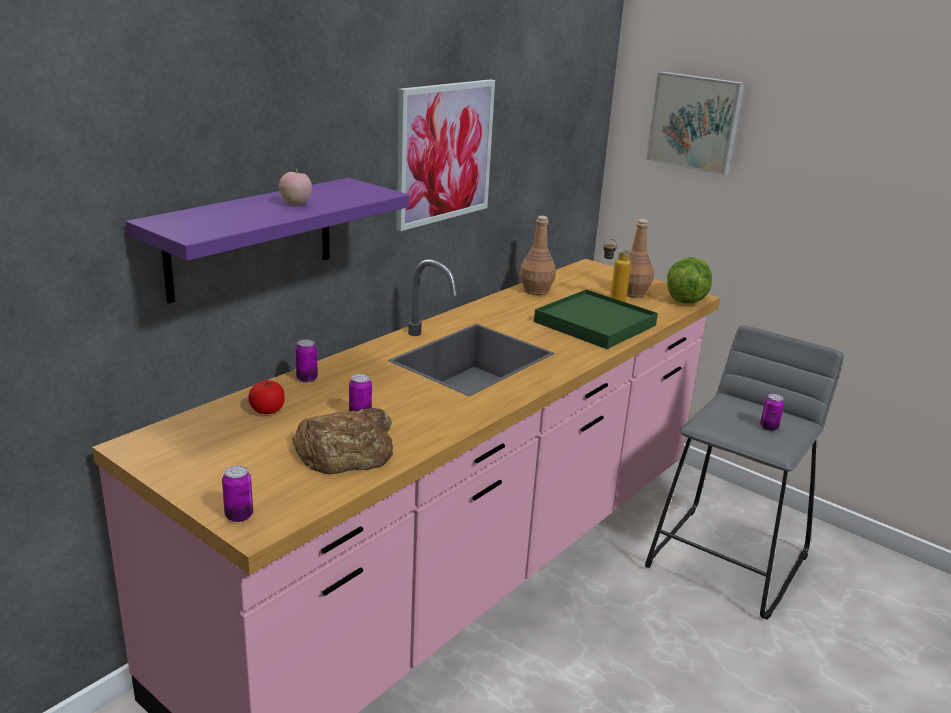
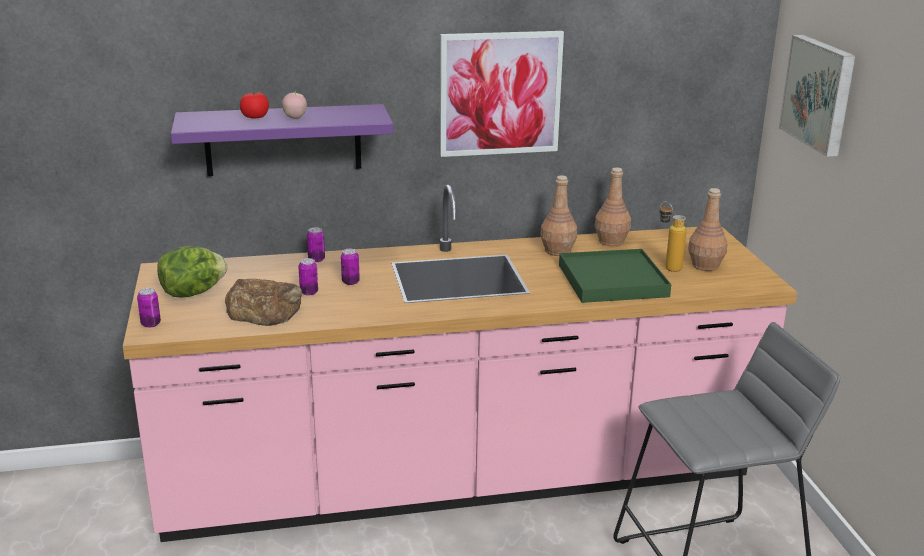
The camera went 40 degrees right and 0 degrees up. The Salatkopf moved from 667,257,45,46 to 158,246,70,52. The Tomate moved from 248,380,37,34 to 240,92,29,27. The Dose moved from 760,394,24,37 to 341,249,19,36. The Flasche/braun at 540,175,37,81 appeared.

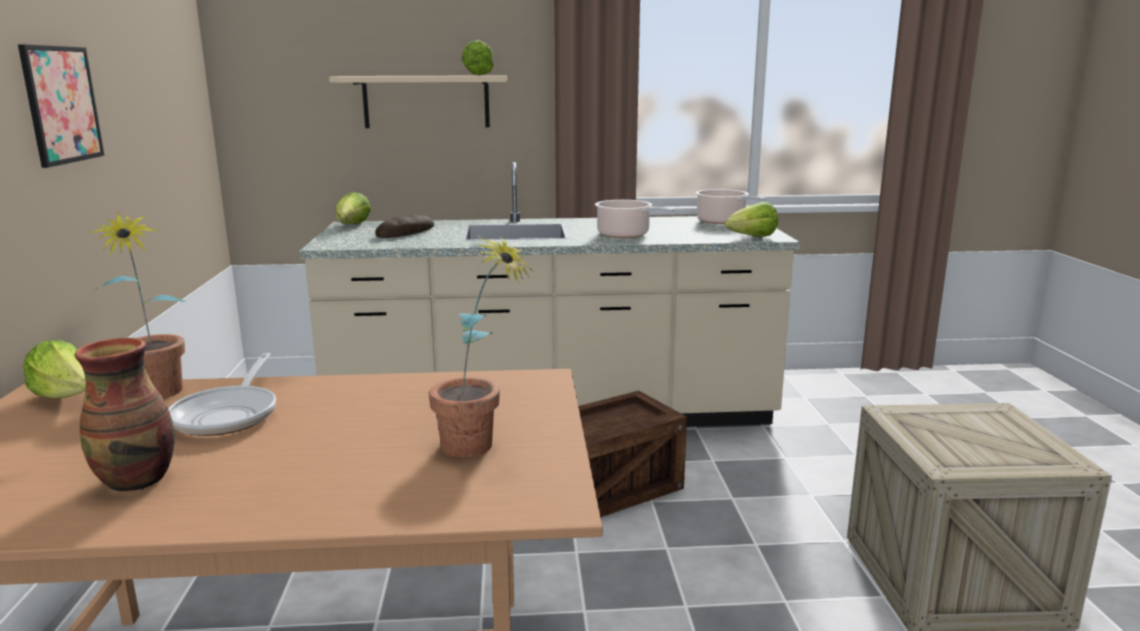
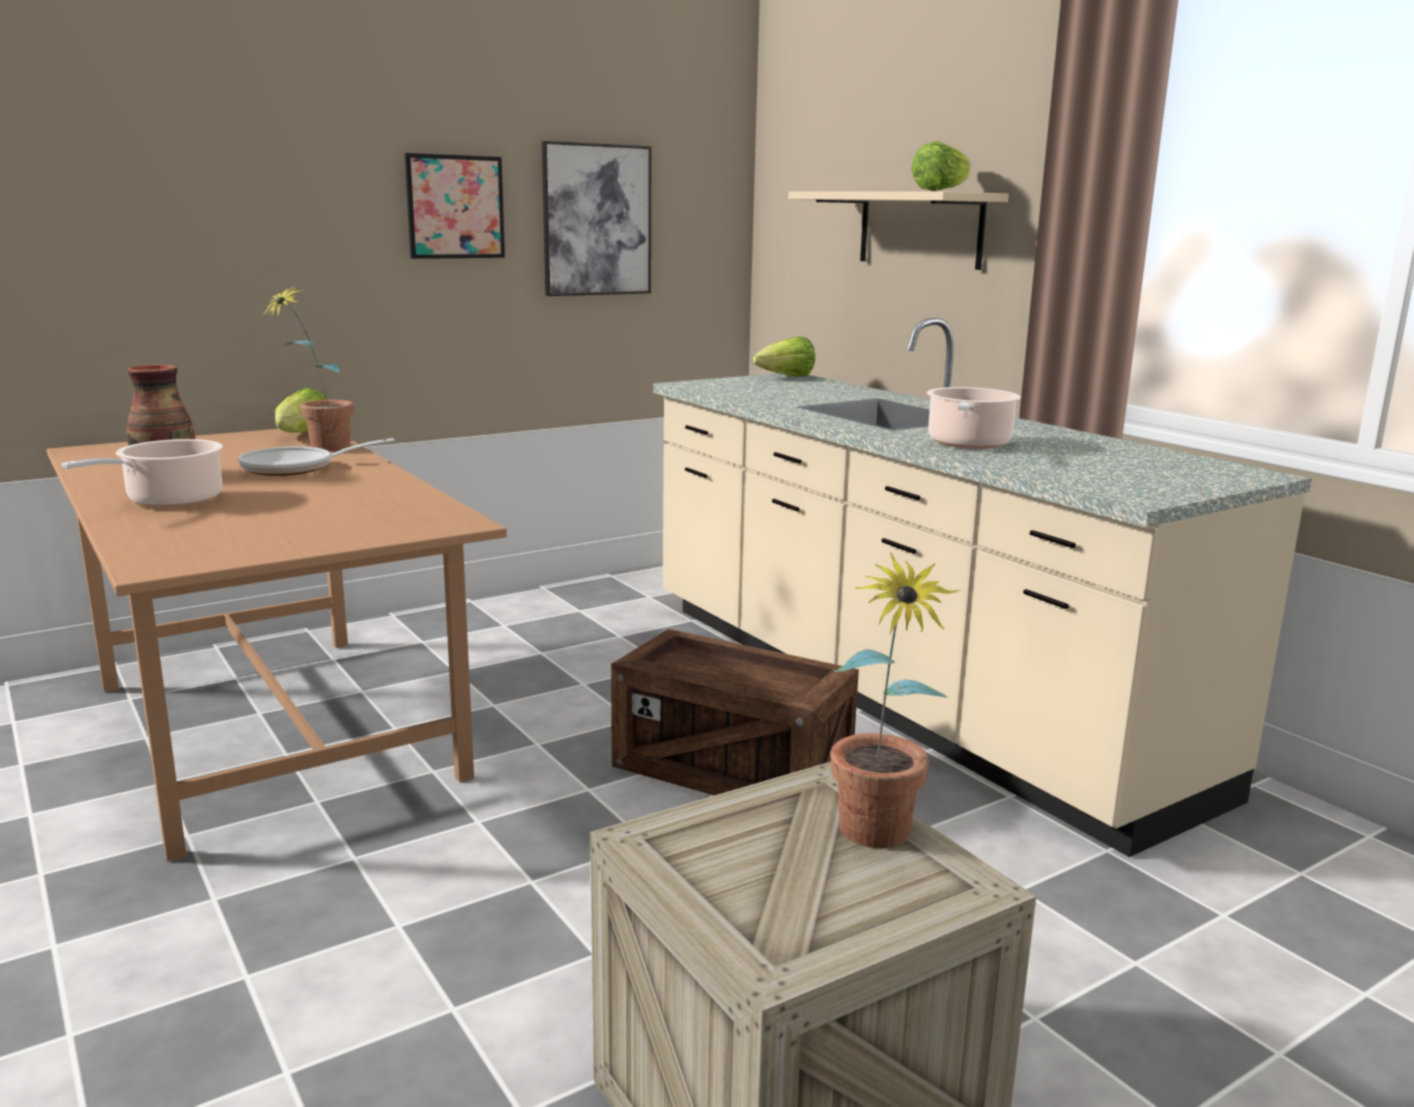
The camera went 60 degrees right and 0 degrees up. The Kochtopf moved from 695,189,72,35 to 61,439,162,68. The Salatkopf at 725,202,53,35 disappeared. The Brot at 375,215,59,23 disappeared. The Topfpflanze moved from 429,235,107,222 to 830,552,131,296. The Bild at 542,141,110,155 appeared.

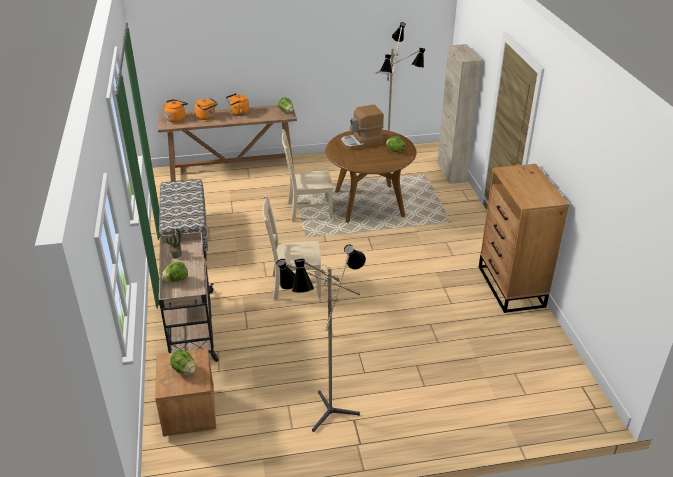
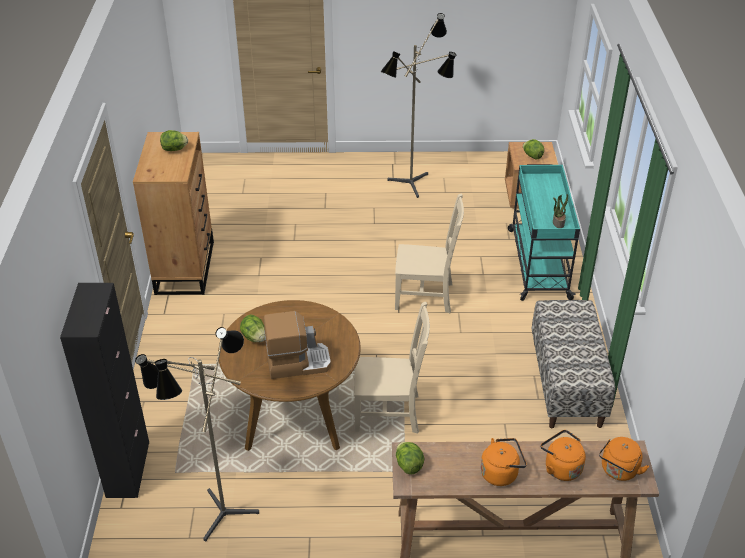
The camera went 170 degrees left and 5 degrees up. The Schrank/beige at 437,44,45,140 became the Schrank/schwarz at 60,283,89,215. The Rollwagen/beige at 159,232,60,130 became the Rollwagen/türkis at 508,164,72,137. The Salatkopf moved from 161,262,27,20 to 160,130,28,21.

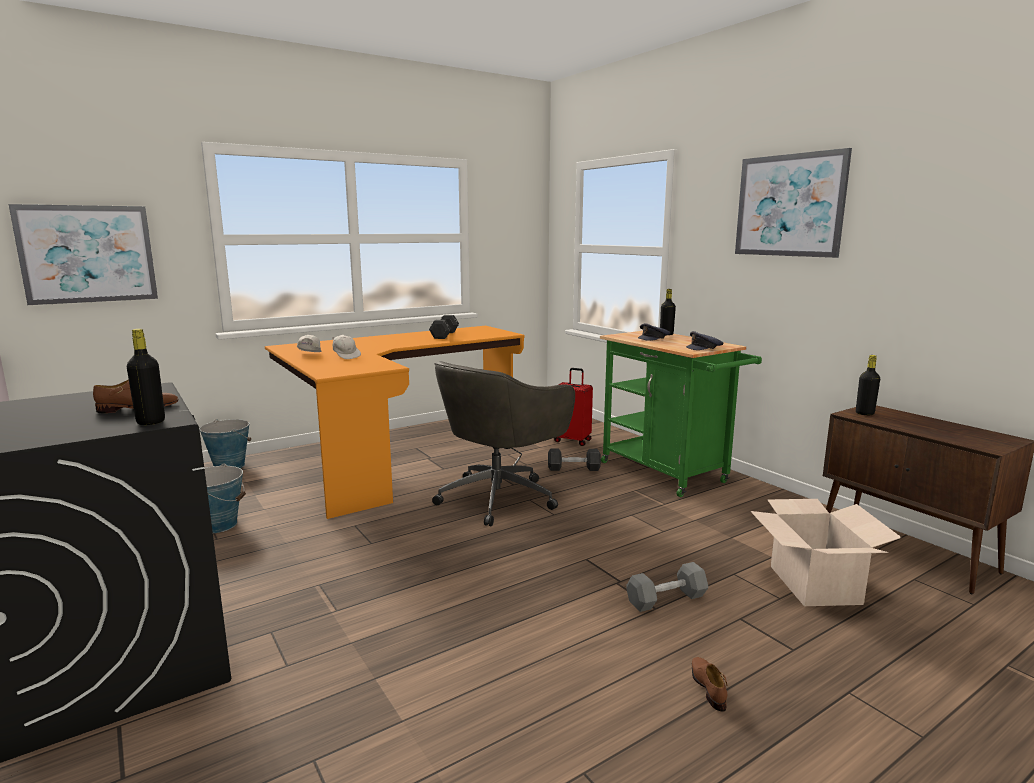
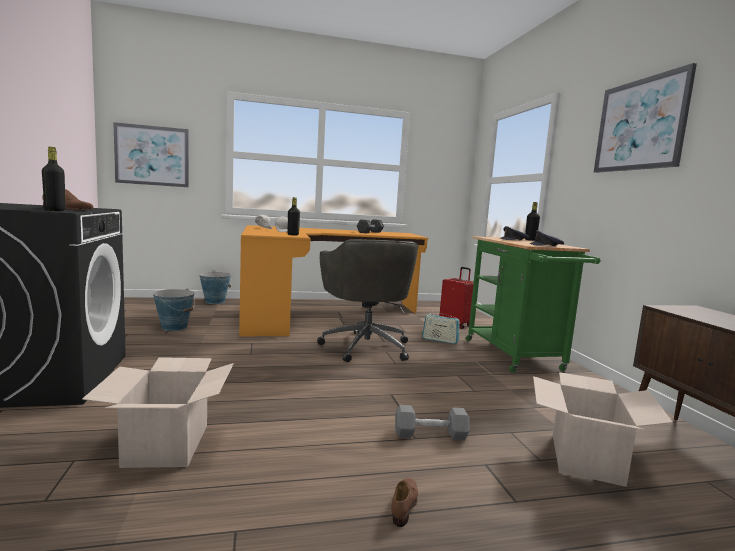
The camera went 20 degrees right and 5 degrees down. The Flasche/schwarz moved from 856,355,24,60 to 288,197,12,38. The Bürostuhl/grau at 432,361,143,165 turned 75 degrees counterclockwise. The Hantel/schwarz at 548,449,53,22 was replaced by the Radio at 422,310,38,34. The Karton at 82,357,152,111 appeared.

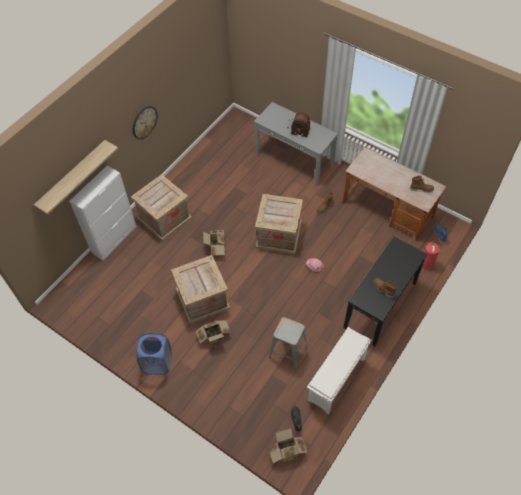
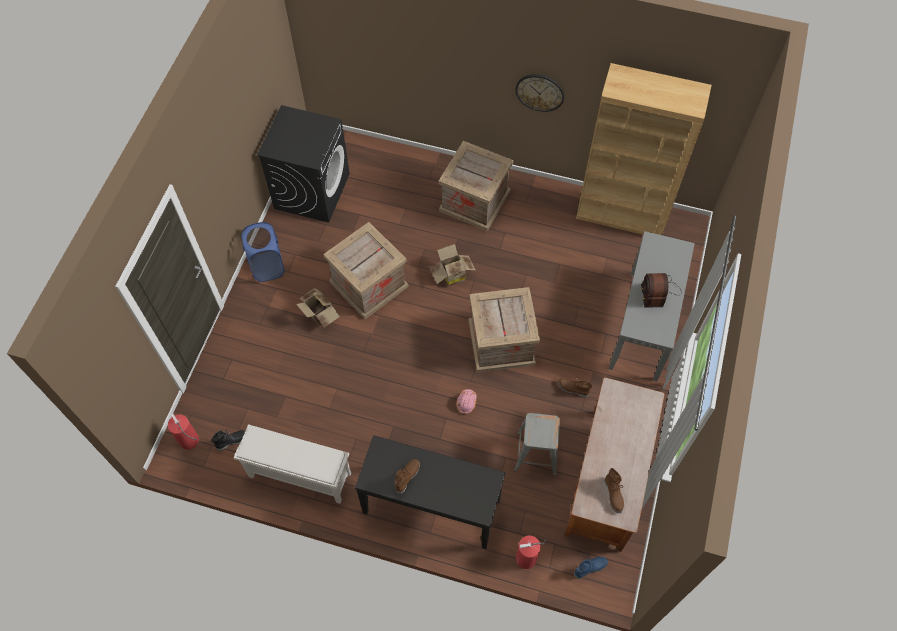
The camera went 70 degrees right and 5 degrees up. The Wandregal at 34,140,84,75 disappeared. The Schrank/weiß at 69,165,68,96 disappeared. The Hocker/grau moved from 269,317,39,52 to 514,413,46,63. The Karton at 268,428,40,35 was replaced by the Feuerlöscher at 168,413,31,37. The Bücherregal/braun at 576,63,136,172 appeared. The Waschmaschine/schwarz at 257,105,93,118 appeared.

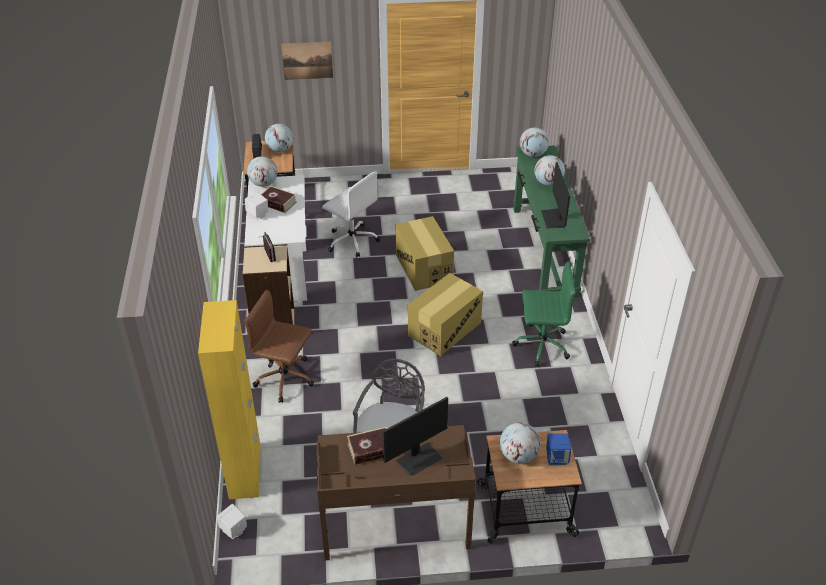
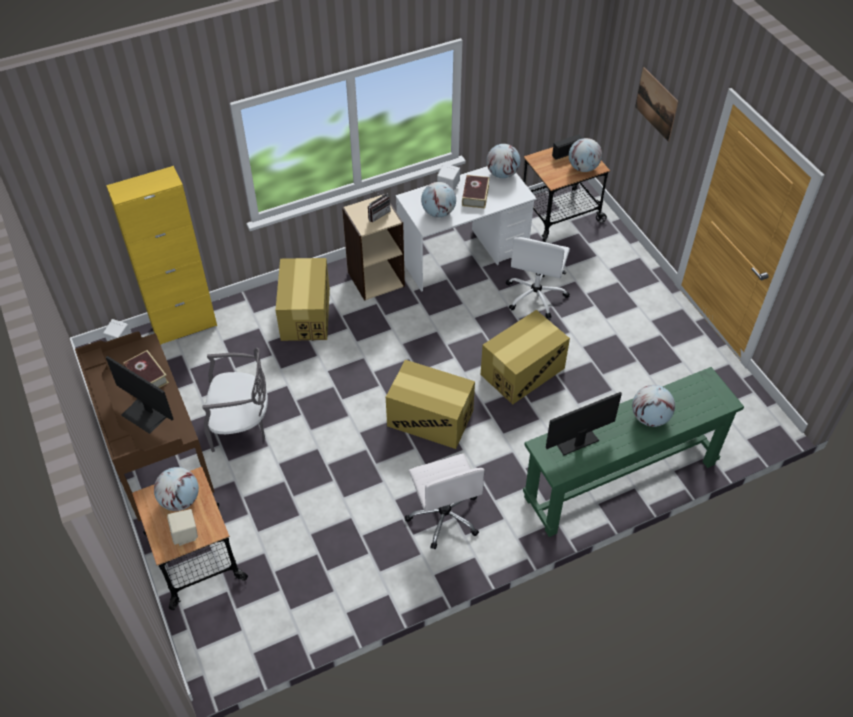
The camera went 70 degrees right and 10 degrees up. The Globus moved from 520,127,29,30 to 421,182,35,35. The Bürostuhl/grün at 512,261,64,106 became the Bürostuhl/weiß at 405,453,80,96. The Bürostuhl/braun at 244,289,70,114 was replaced by the Karton at 276,258,54,83. The Lautsprecher/blau at 546,433,25,32 became the Lautsprecher/beige at 167,509,31,37.

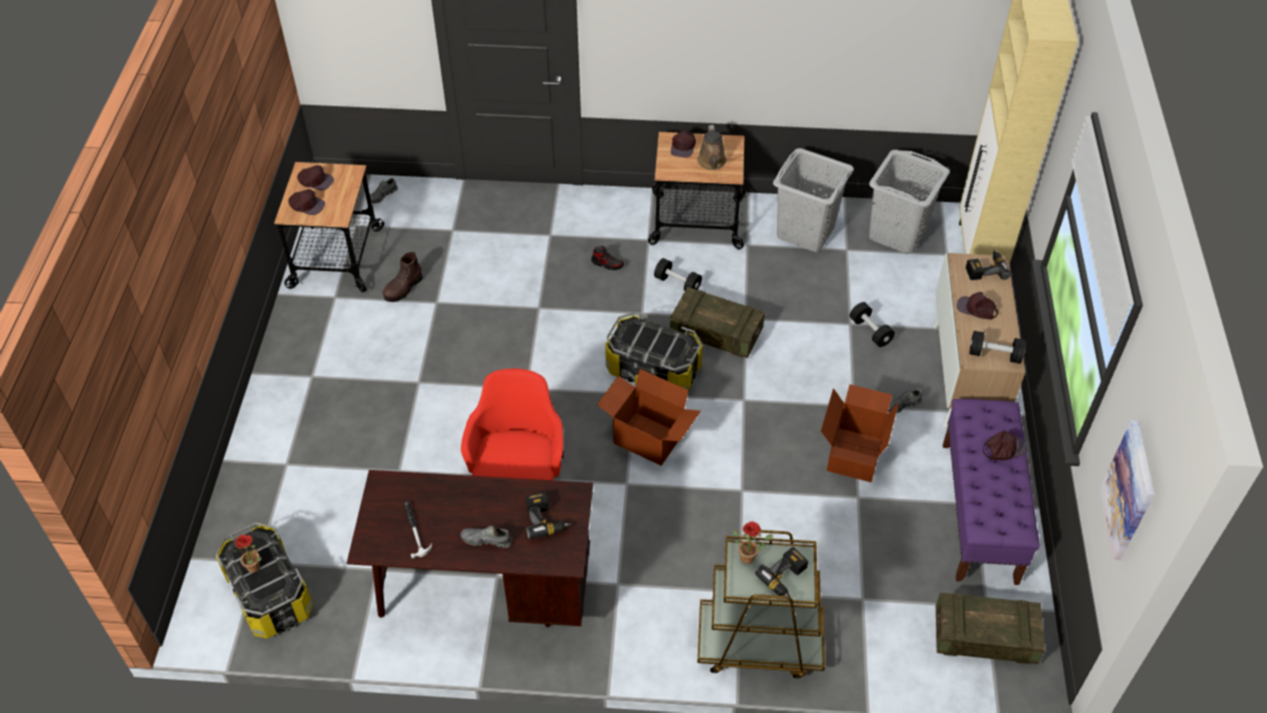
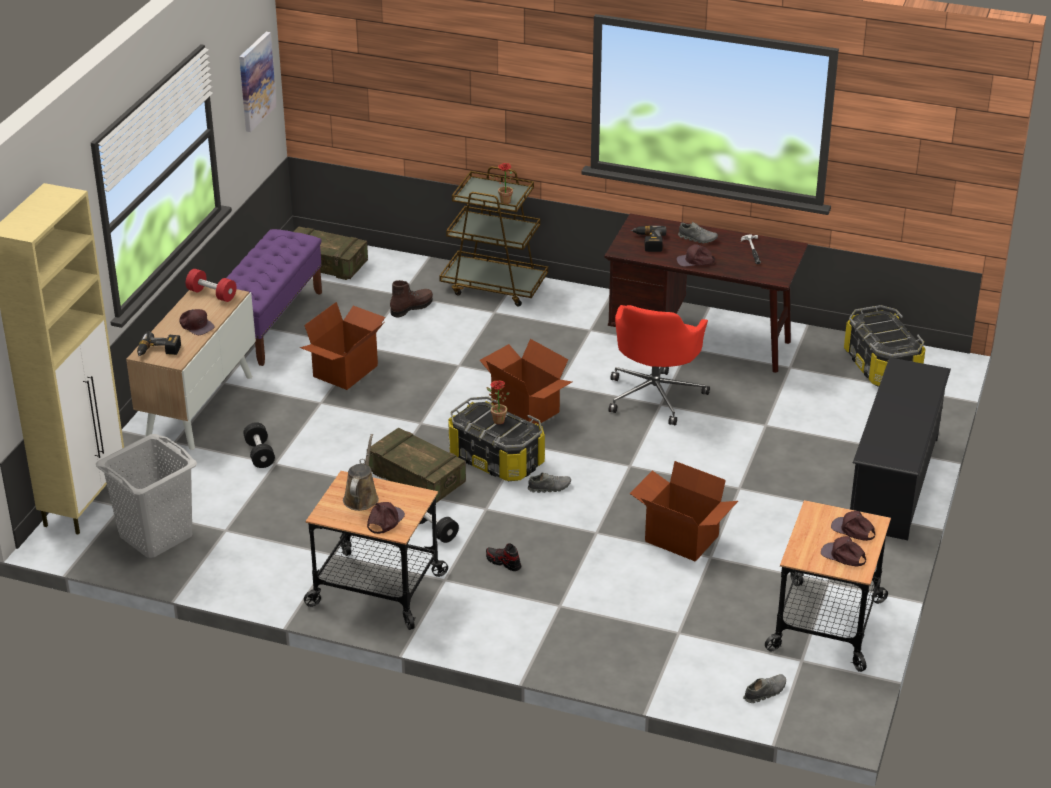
The camera went 165 degrees left and 15 degrees down. The Wäschekorb/grau at 773,148,81,104 disappeared. The Stiefel/braun moved from 383,252,40,50 to 390,280,43,38. The Hantel/schwarz at 969,331,57,33 became the Hantel/rot at 186,269,50,33. The Schuh/grau moved from 888,389,34,24 to 528,473,43,20. The Kappe/braun moved from 983,431,42,29 to 677,244,38,23. The Topfpflanze moved from 233,535,28,38 to 487,381,23,43. The Bohrmaschine at 755,547,53,50 disappeared. The Schuhregal/schwarz at 850,358,101,182 appeared. The Karton at 629,461,109,100 appeared.

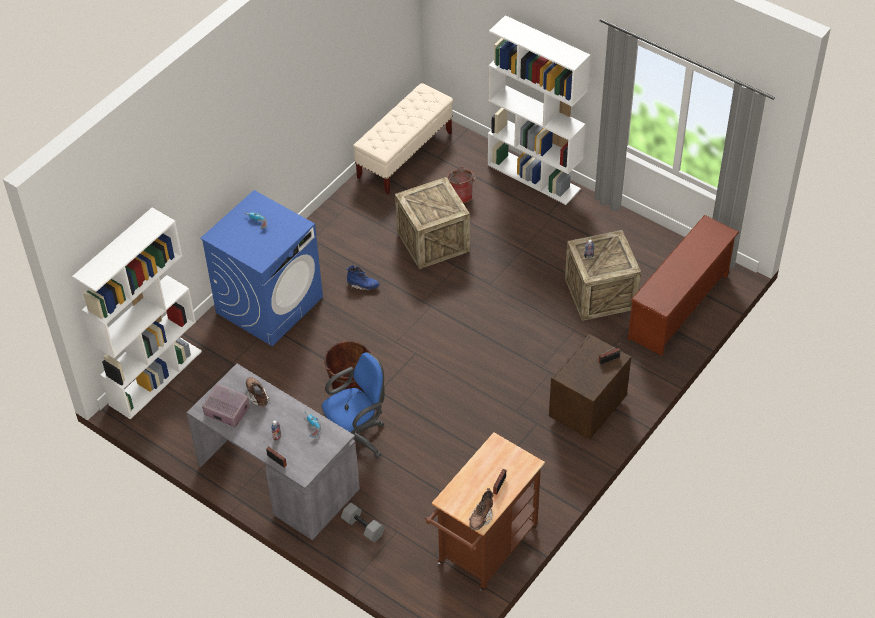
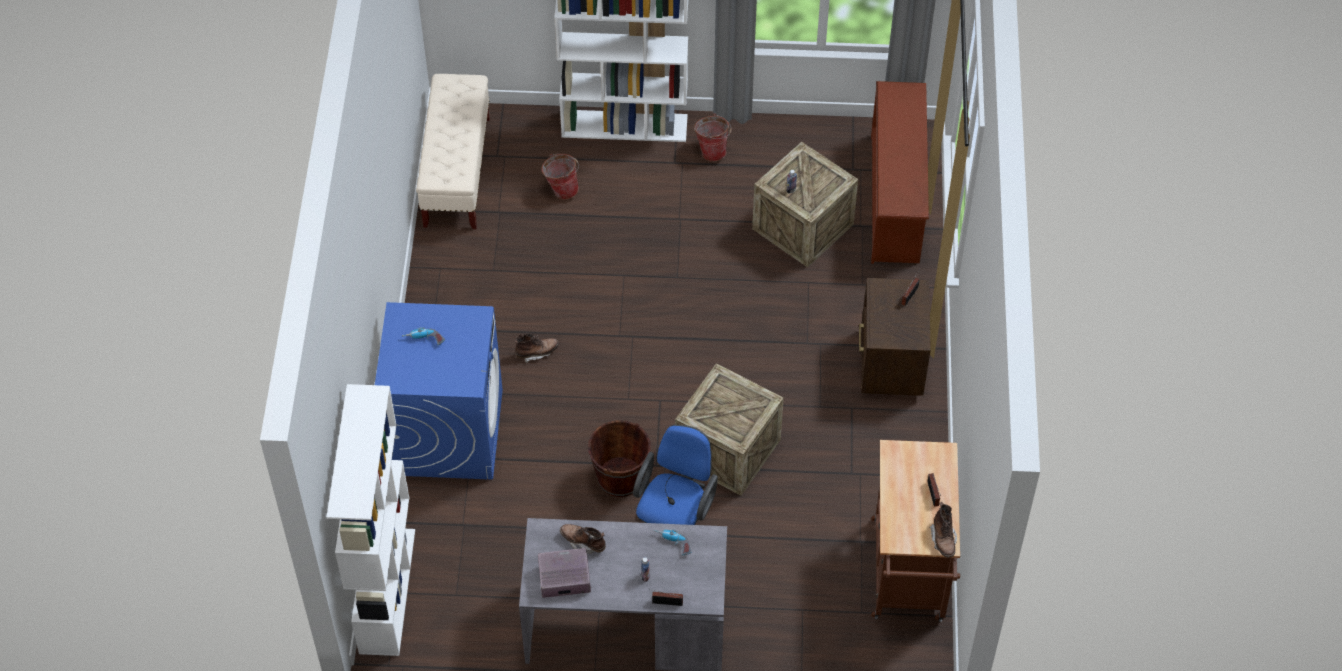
The camera went 35 degrees left and 5 degrees up. The Kiste moved from 395,177,75,92 to 675,363,109,133. The Stiefel/blau at 346,265,34,26 became the Stiefel/braun at 515,333,44,30. The Hantel/grau at 341,503,44,40 disappeared. The Eimer at 694,113,38,49 appeared.

